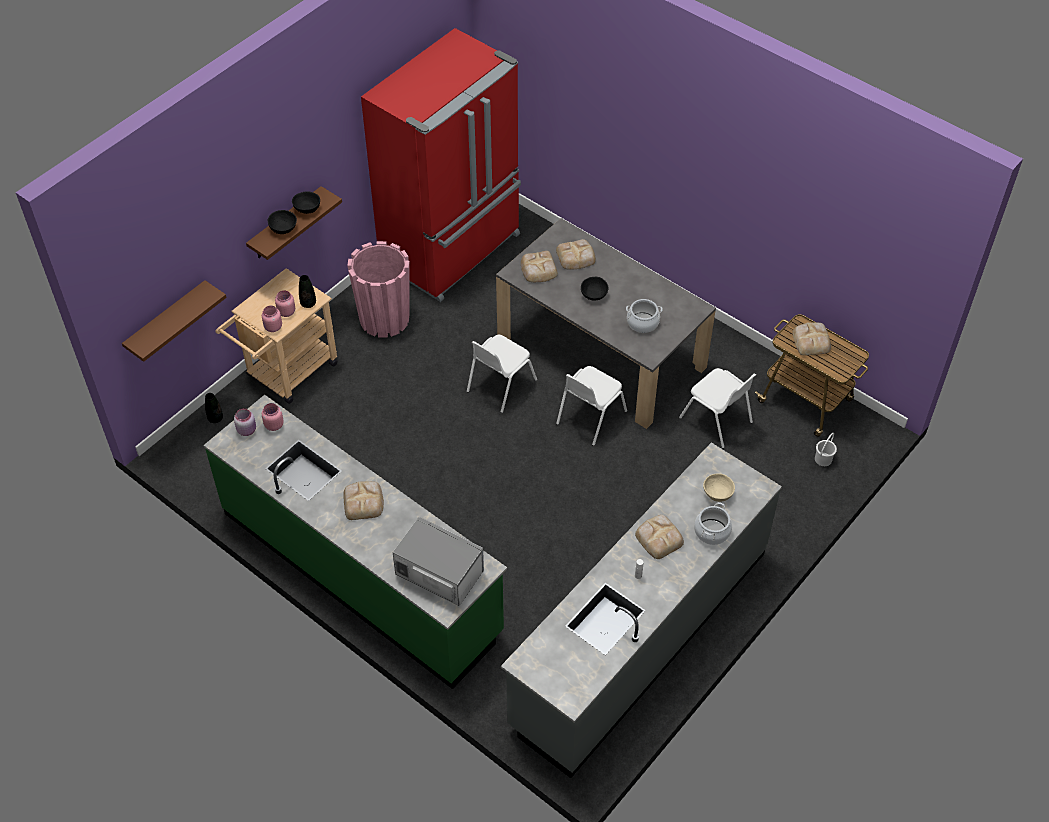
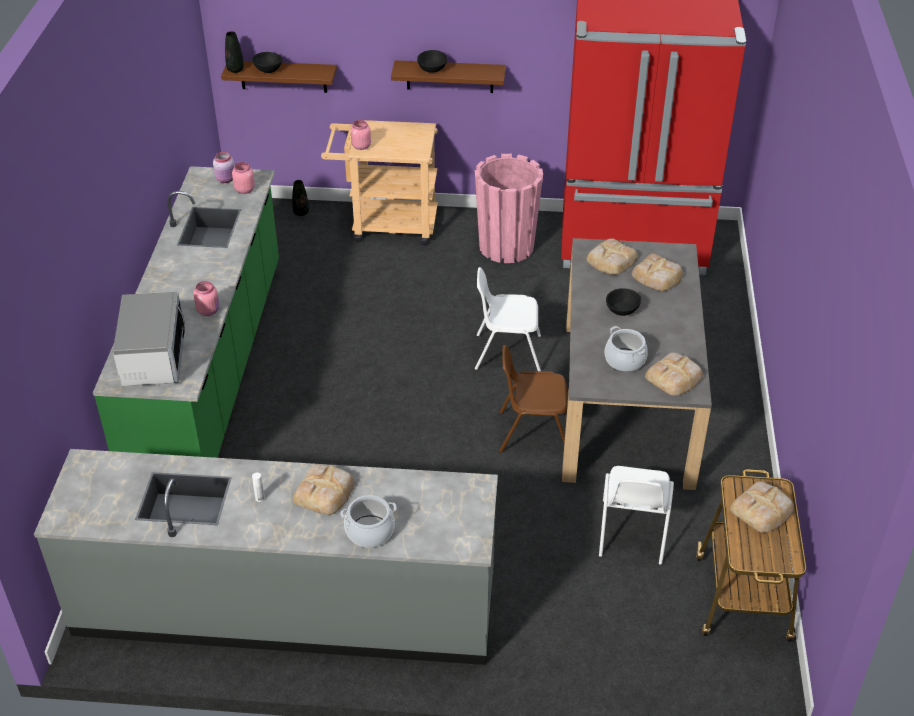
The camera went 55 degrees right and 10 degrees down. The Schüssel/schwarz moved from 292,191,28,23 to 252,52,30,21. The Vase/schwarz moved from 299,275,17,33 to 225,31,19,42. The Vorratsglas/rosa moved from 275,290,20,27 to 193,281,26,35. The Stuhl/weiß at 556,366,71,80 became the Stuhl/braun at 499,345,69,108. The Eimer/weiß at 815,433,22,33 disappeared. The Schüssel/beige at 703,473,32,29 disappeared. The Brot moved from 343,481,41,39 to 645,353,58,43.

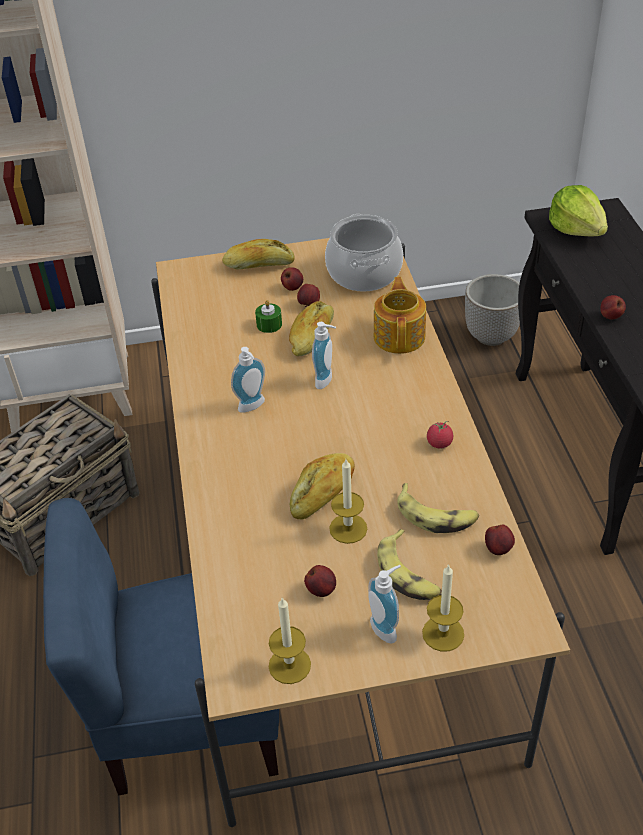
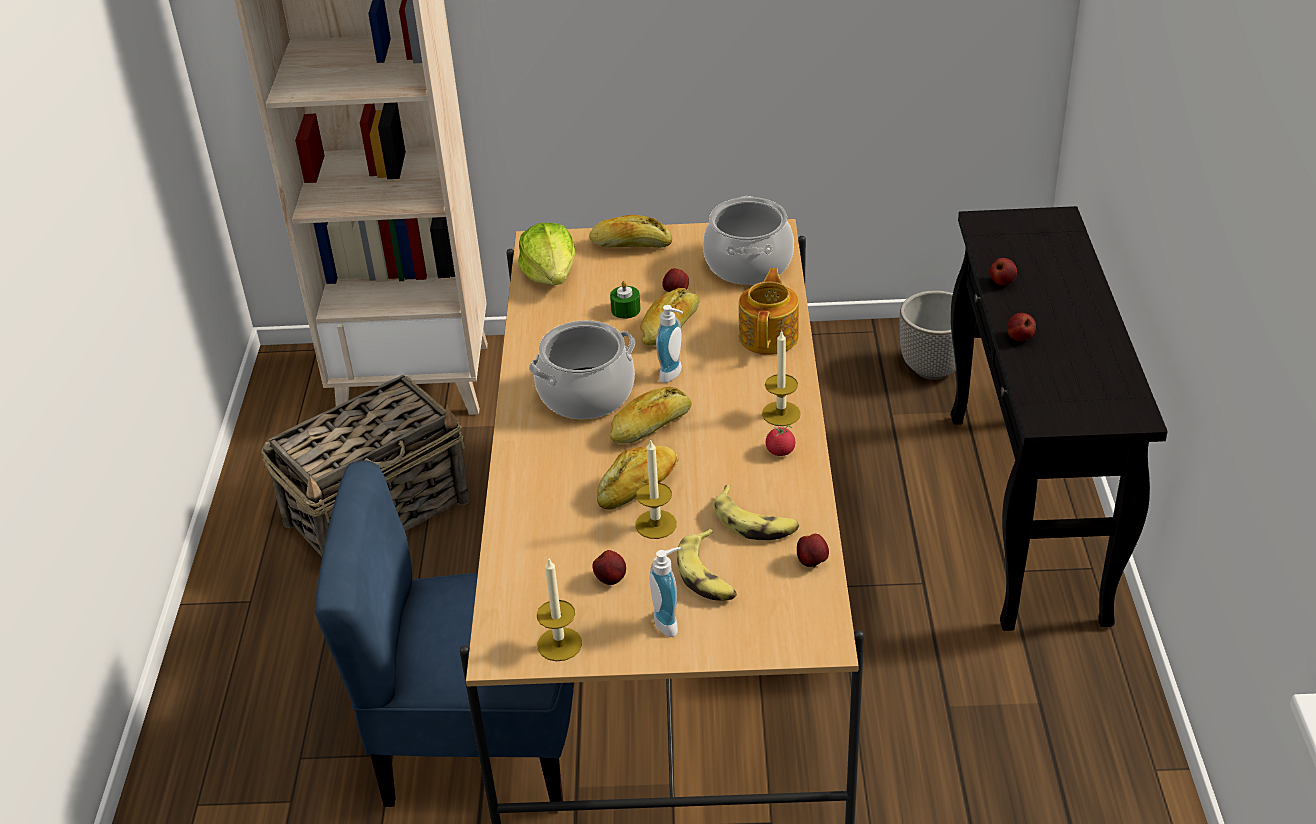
The camera went 10 degrees right and 5 degrees down. The Salatkopf moved from 549,185,59,51 to 518,223,57,62. The Apfel moved from 281,267,22,24 to 990,258,27,28. The Seifenspender at 231,347,34,66 was replaced by the Kochtopf at 529,320,106,99. The Kerze moved from 422,564,42,88 to 762,330,39,96. The Brot at 610,387,82,57 appeared.

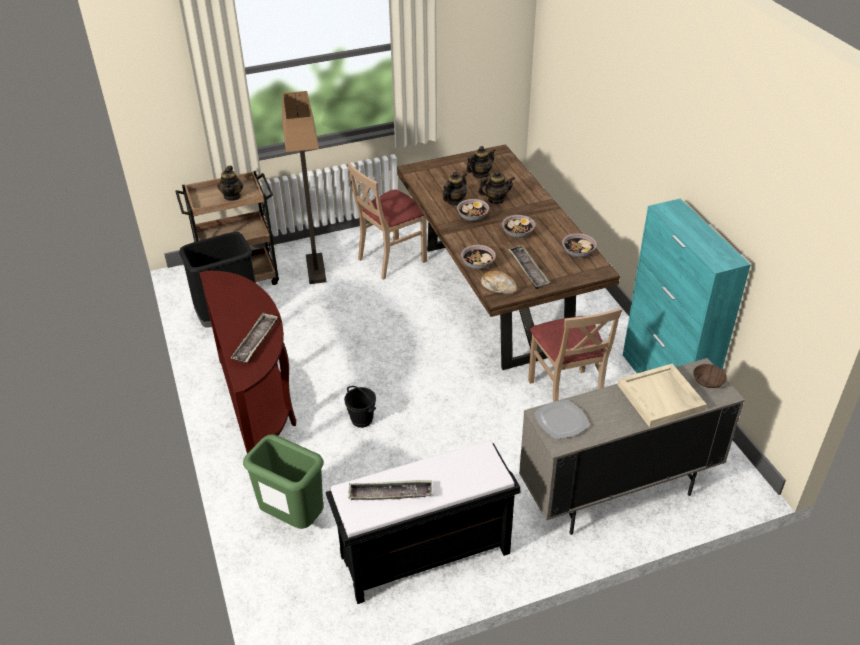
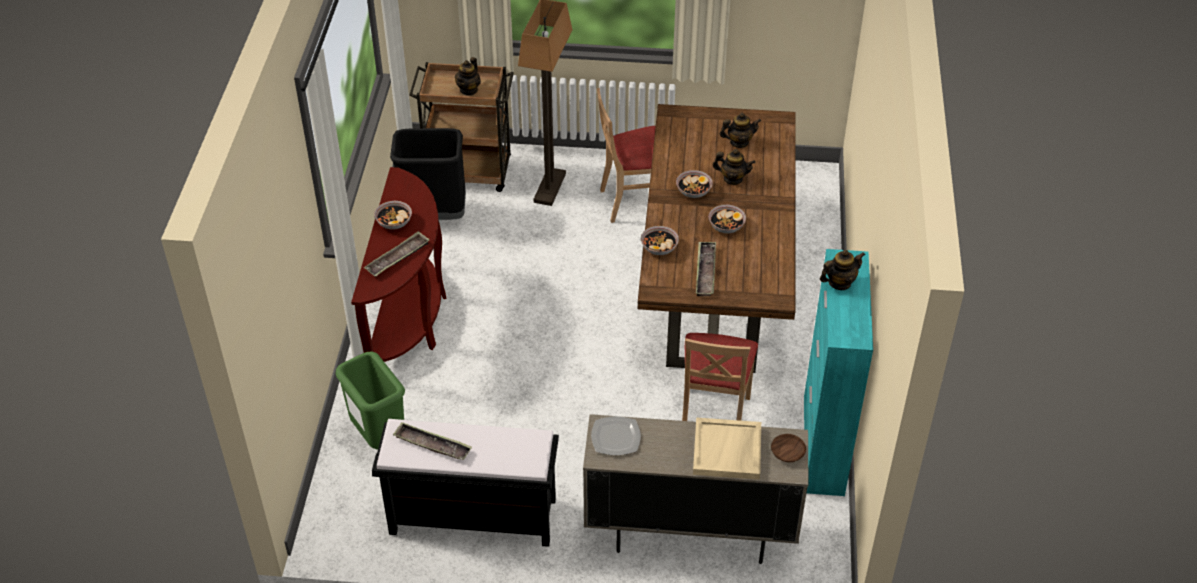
The camera went 25 degrees right and 5 degrees up. The Teekanne moved from 443,172,24,33 to 820,250,45,40. The Schüssel moved from 562,233,35,25 to 374,201,38,29. The Brot at 481,270,36,24 disappeared. The Eimer/schwarz at 344,386,32,42 disappeared.

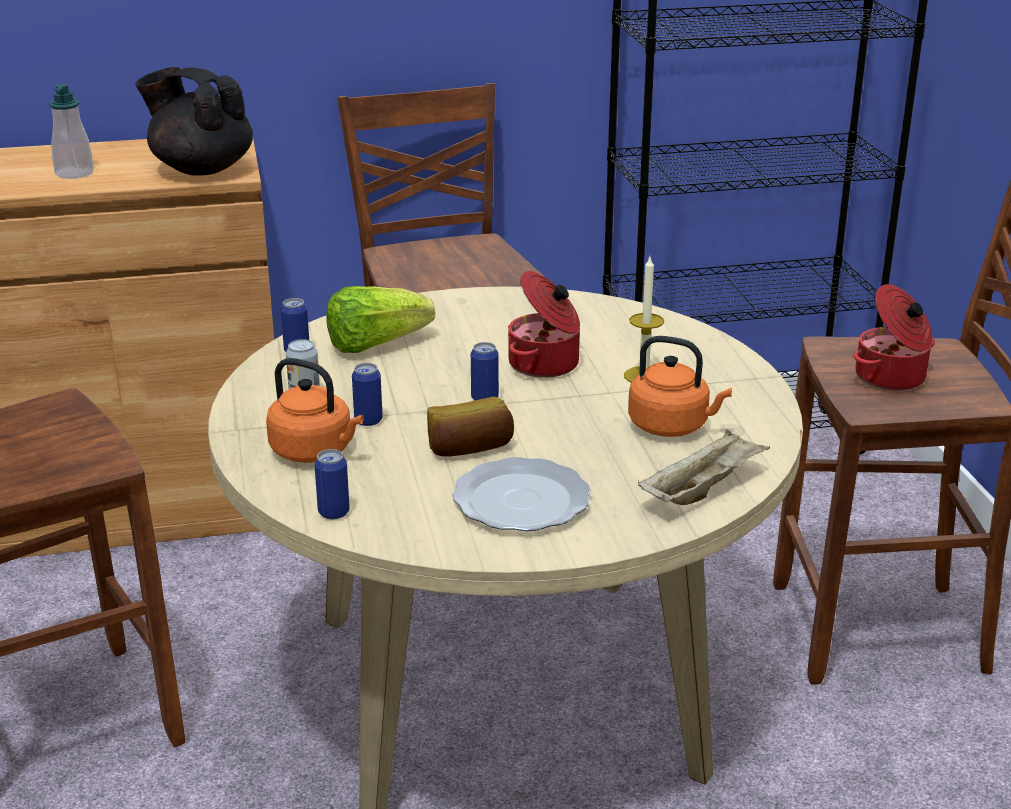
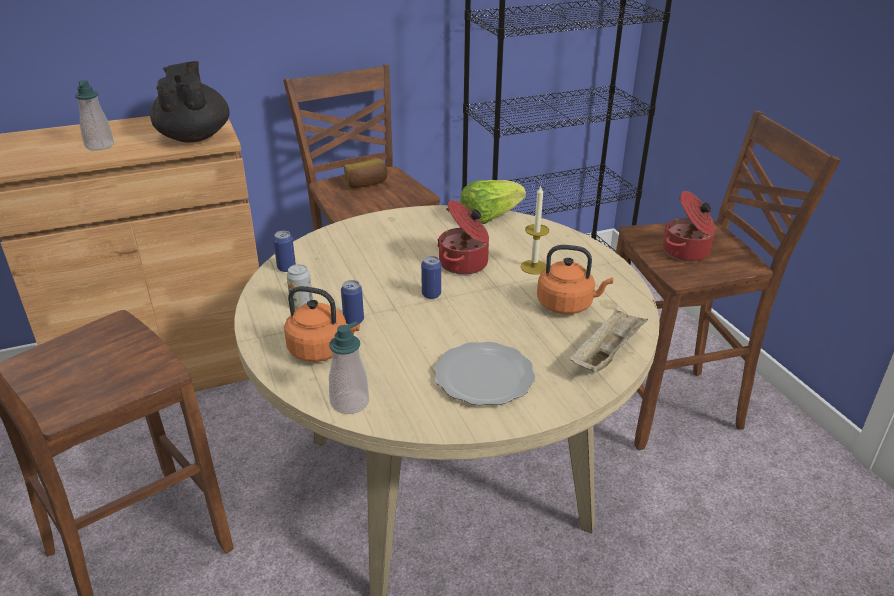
The camera went 10 degrees left and 5 degrees up. The Teekanne/schwarz at 136,67,117,109 turned 60 degrees clockwise. The Salatkopf moved from 326,286,109,67 to 460,180,66,44. The Brot moved from 427,397,87,60 to 344,158,44,30. The Dose at 314,449,36,70 was replaced by the Seifenspender at 329,321,40,93.

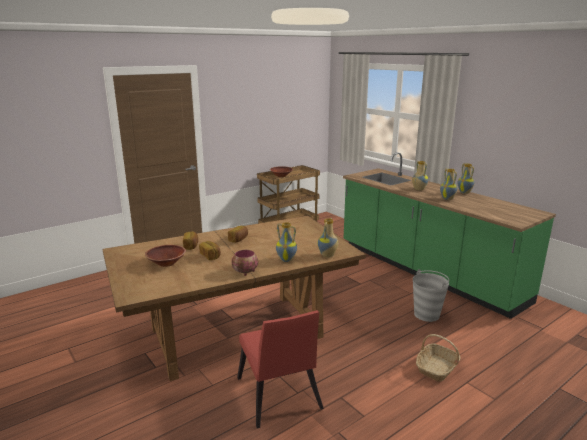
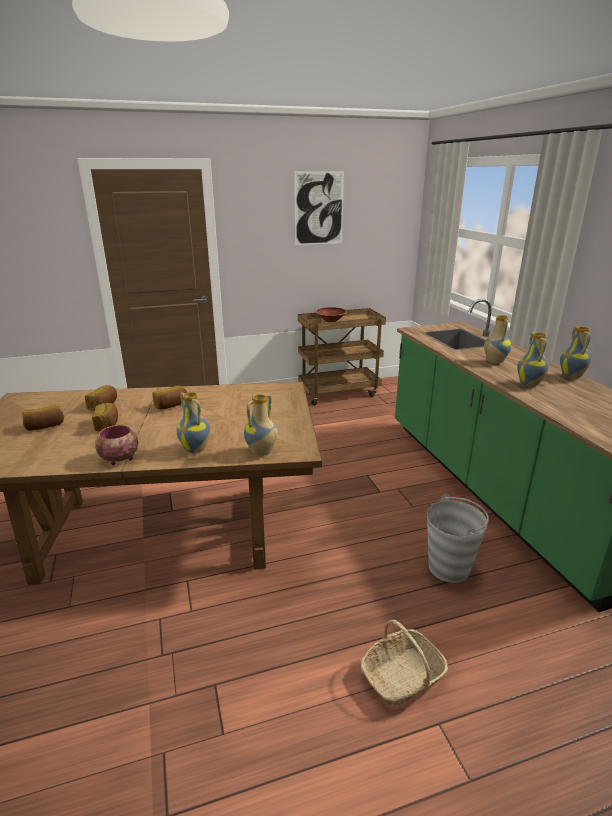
The camera went 20 degrees right and 5 degrees up. The Schüssel/braun at 145,245,41,22 was replaced by the Brot at 22,405,42,25. The Stuhl/rot at 237,310,87,119 disappeared. The Bild at 294,171,50,74 appeared.

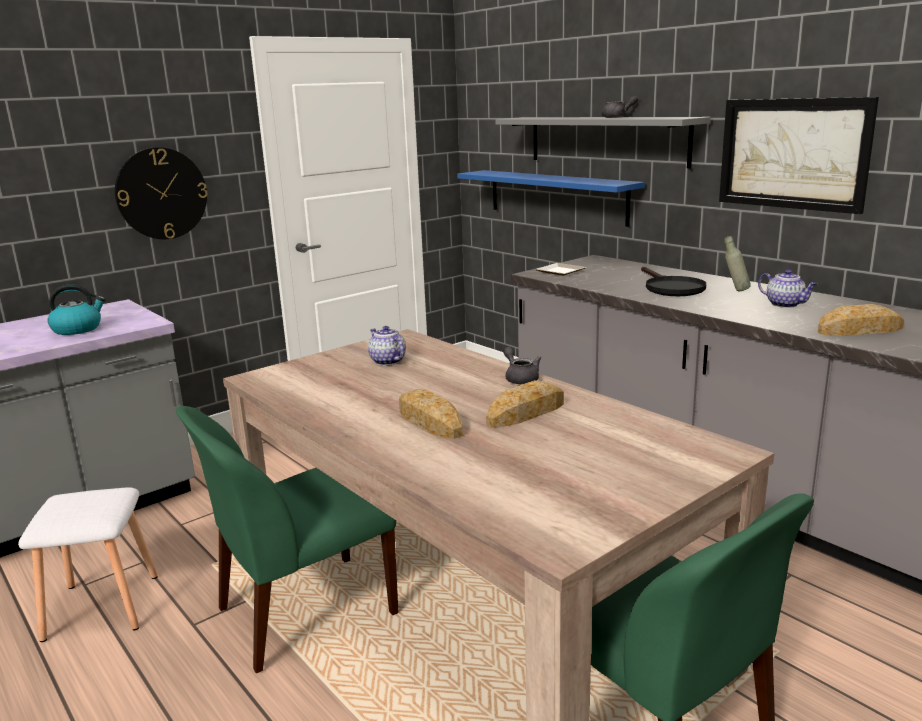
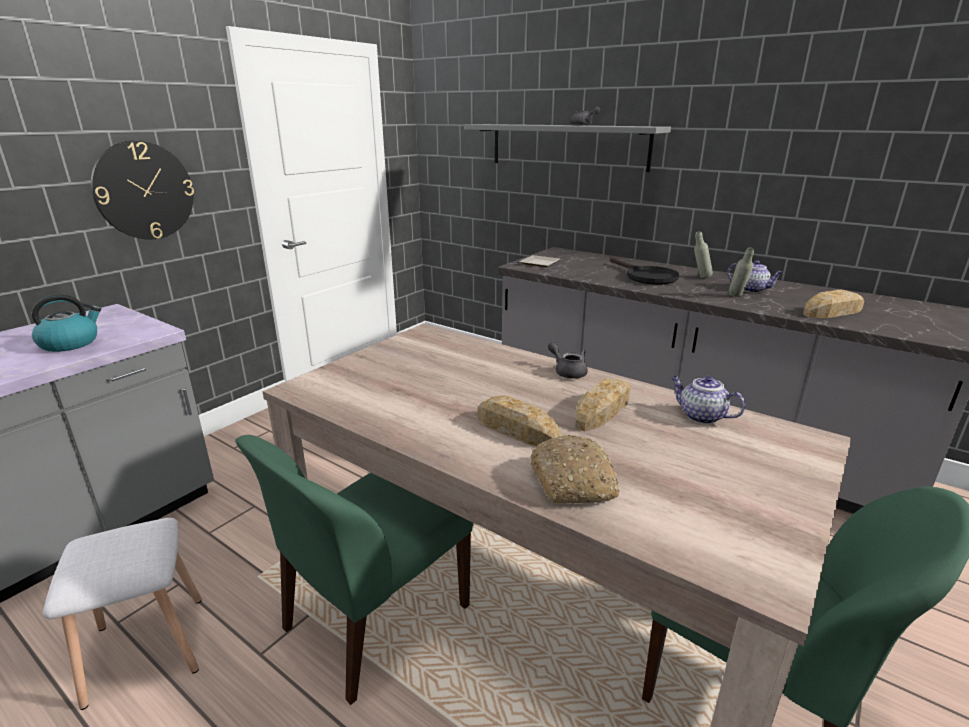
The camera went 15 degrees left and 5 degrees up. The Bild at 719,97,160,117 disappeared. The Wandregal/blau at 457,170,188,57 disappeared. The Teekanne moved from 368,326,38,40 to 671,376,75,48. The Flasche/grau at 729,247,25,50 appeared. The Brot at 531,435,89,69 appeared.

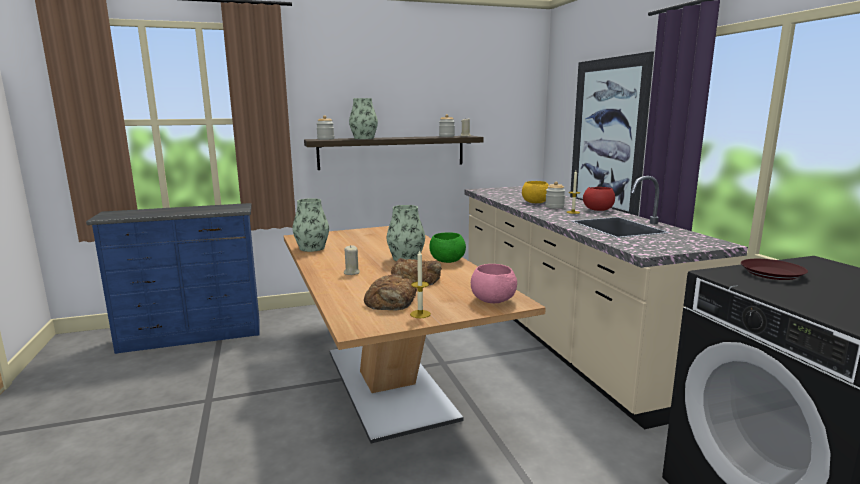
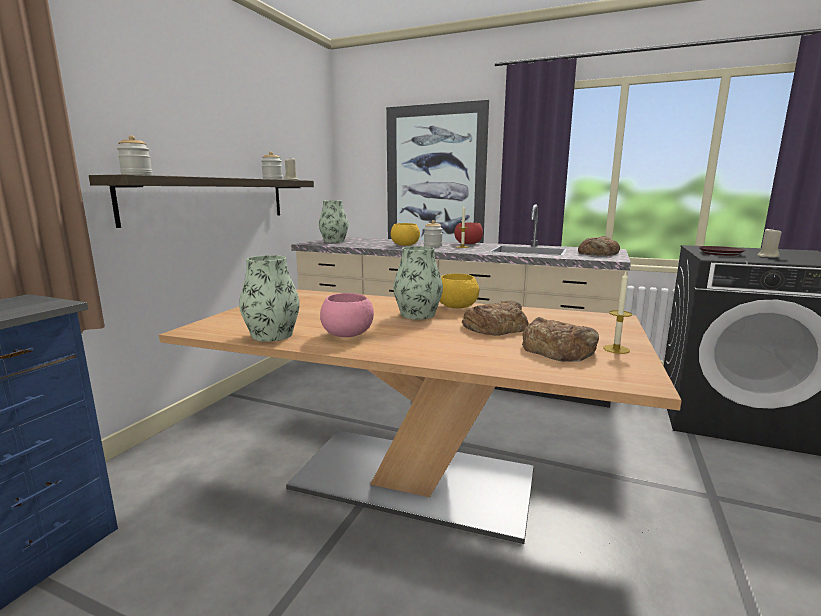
The camera went 50 degrees left and 0 degrees up. The Vase moved from 349,98,29,41 to 319,200,29,43. The Schüssel/grün at 429,232,37,31 became the Schüssel/gelb at 440,274,39,34. The Kerze/beige moved from 344,245,16,30 to 757,228,25,30. The Schüssel/rosa moved from 471,264,46,39 to 320,293,54,44. The Brot at 578,236,42,20 appeared.

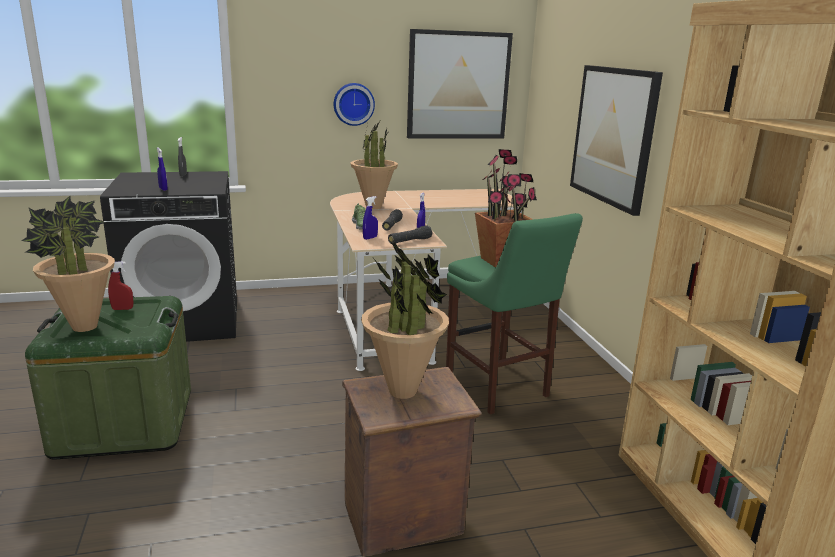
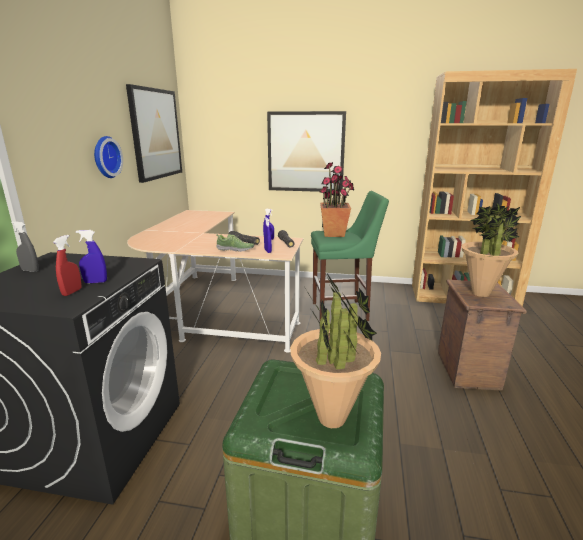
The camera went 65 degrees left and 0 degrees up. The Topfpflanze at 350,121,48,88 disappeared. The Sprühflasche/rot moved from 108,261,25,49 to 53,235,29,61.

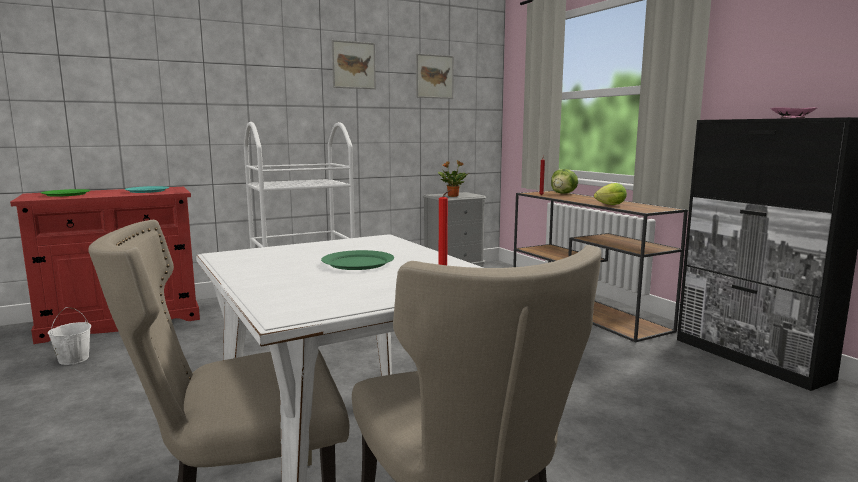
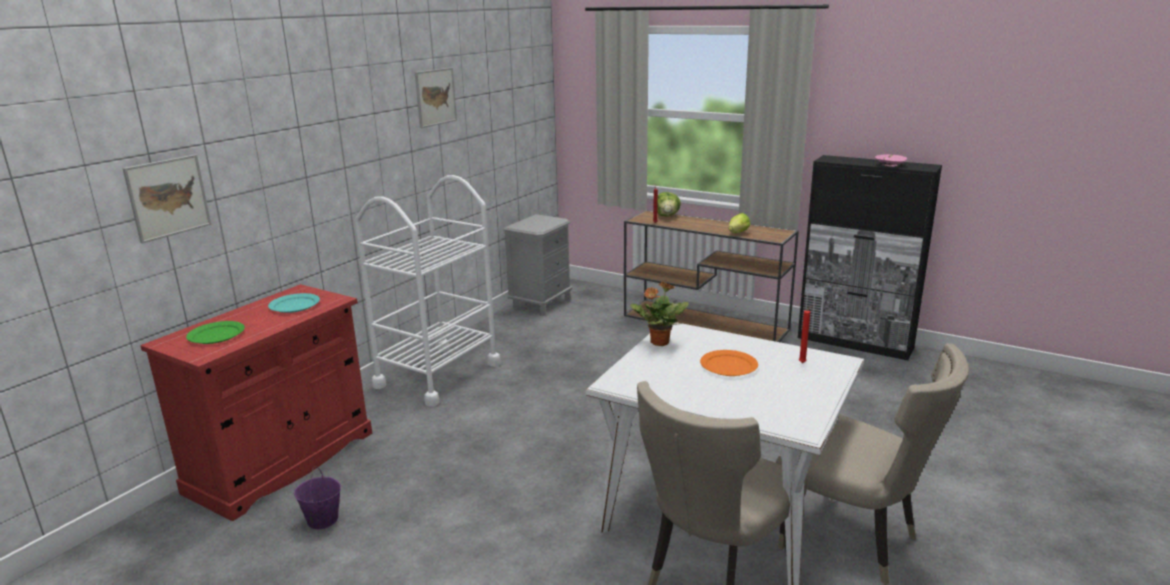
The camera went 30 degrees left and 10 degrees up. The Bild moved from 416,54,38,45 to 122,154,89,89. The Topfpflanze moved from 438,160,32,37 to 630,281,59,65. The Teller/grün at 321,250,73,20 became the Teller/orange at 700,350,58,26. The Eimer/weiß at 48,307,43,58 became the Eimer/lila at 294,466,47,63.

